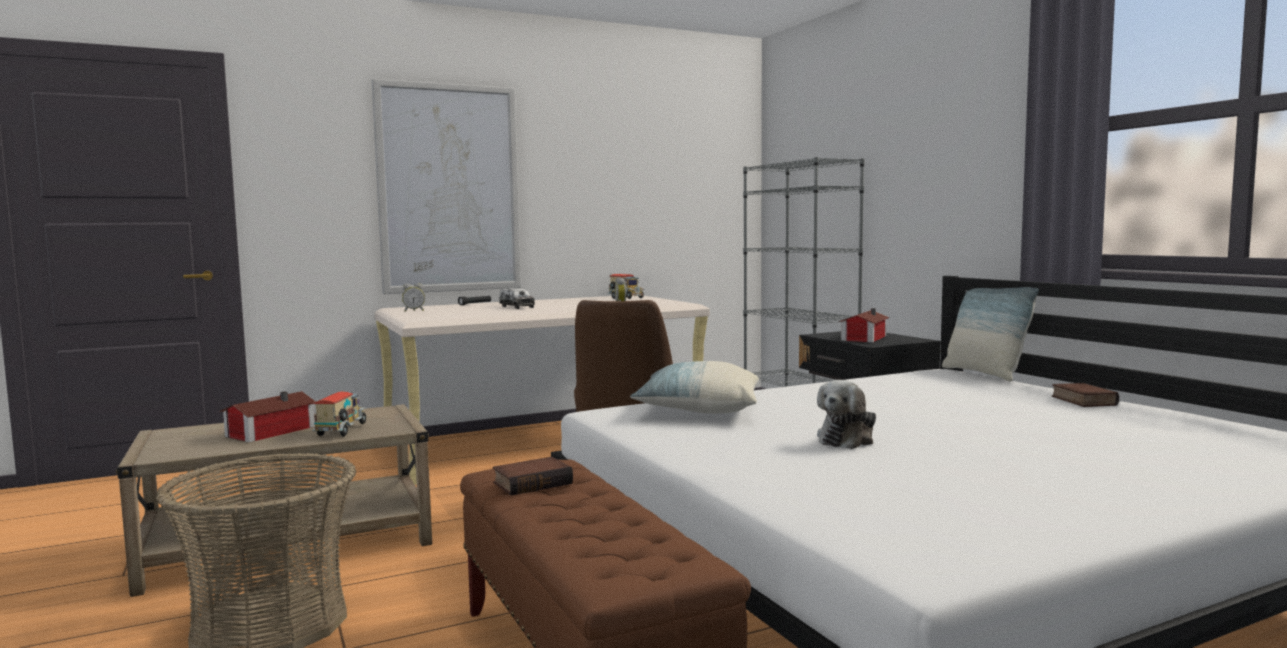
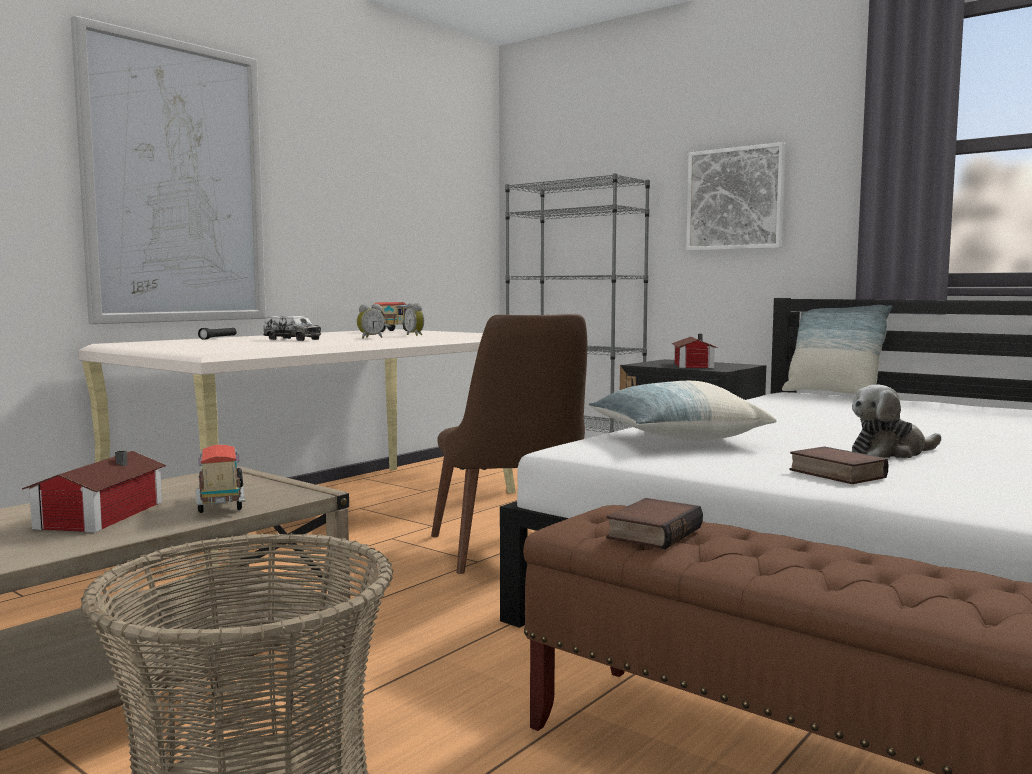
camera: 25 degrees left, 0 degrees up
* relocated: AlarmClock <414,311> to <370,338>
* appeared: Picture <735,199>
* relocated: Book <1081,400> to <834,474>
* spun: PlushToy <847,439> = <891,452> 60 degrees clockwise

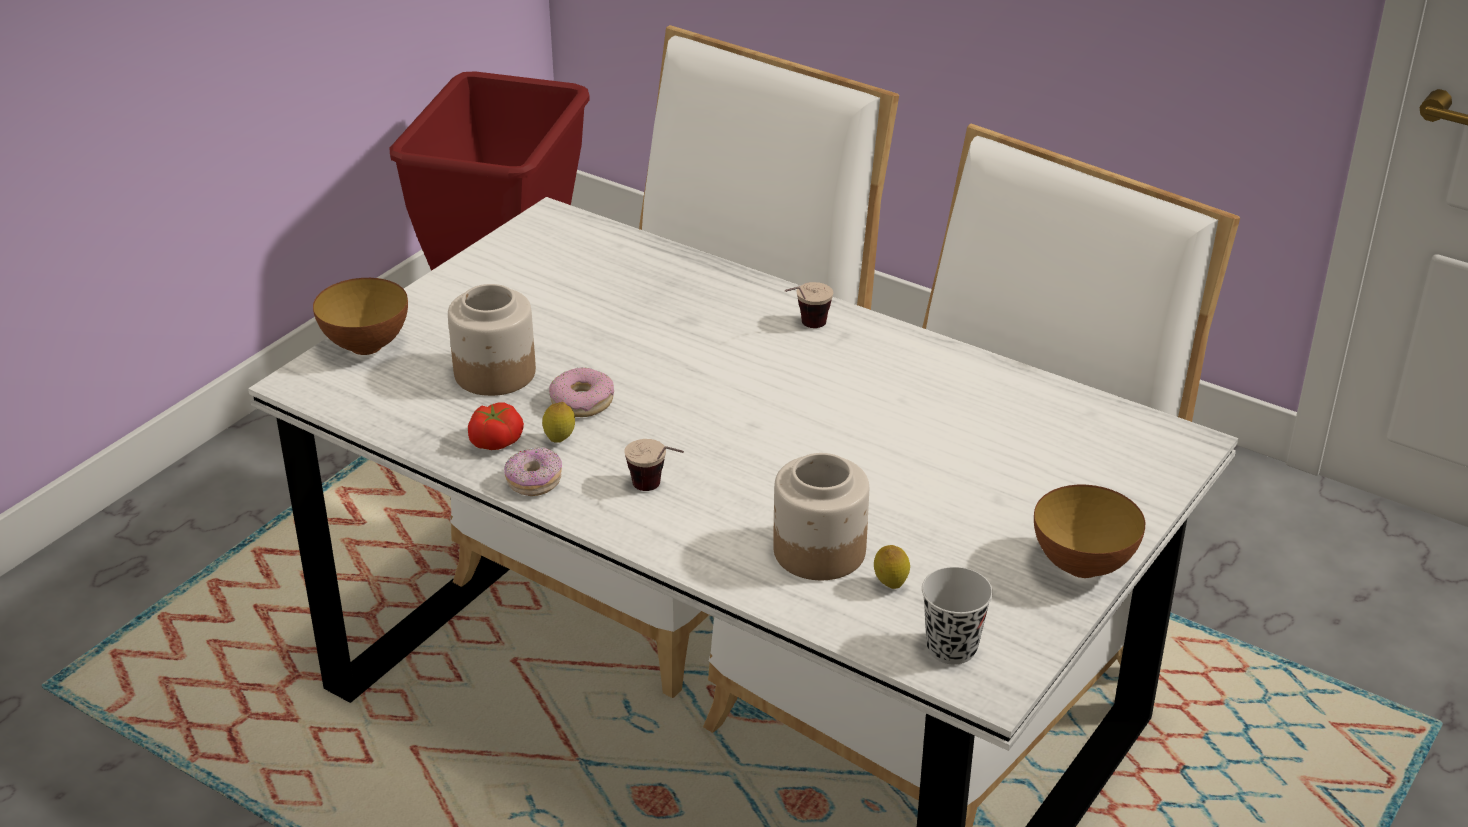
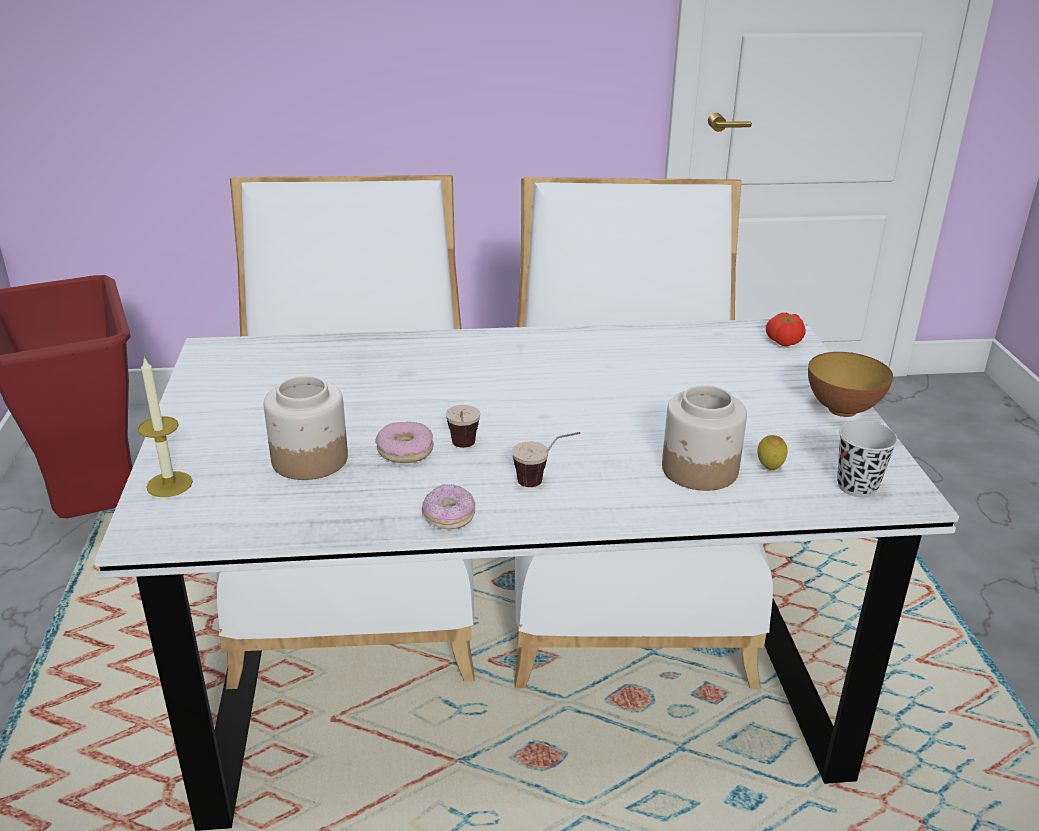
camera: 40 degrees left, 5 degrees down
* exchanged: Bowl <366,346> to Candle <169,484>
* relocated: Cup <804,329> to <463,450>
* relocated: Tomato <495,441> to <783,341>
* missing: Lemon <560,440>

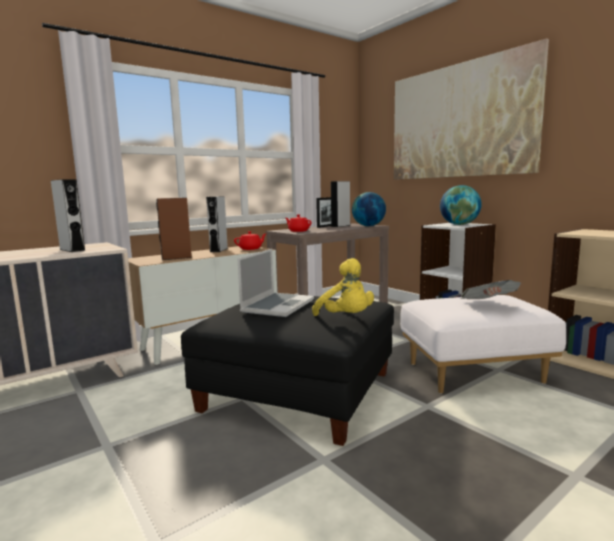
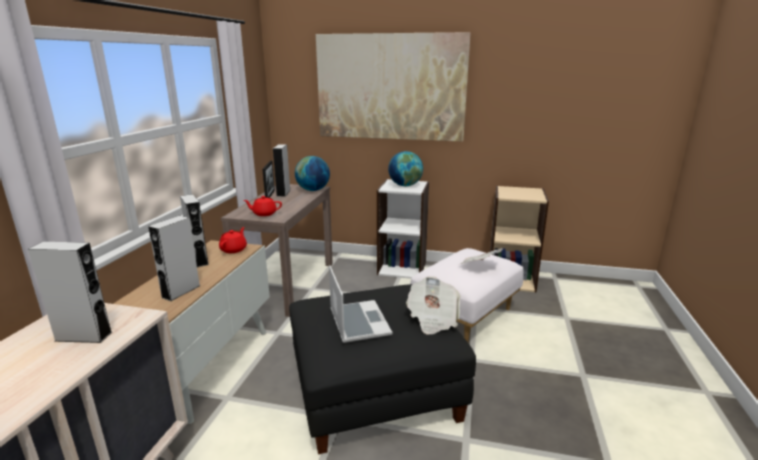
camera: 40 degrees left, 10 degrees up
* colour: BrownSpeaker <176,258> to GreySpeaker <181,291>
* exchanged: YellowPlushToy <346,318> to Newspaper <432,318>

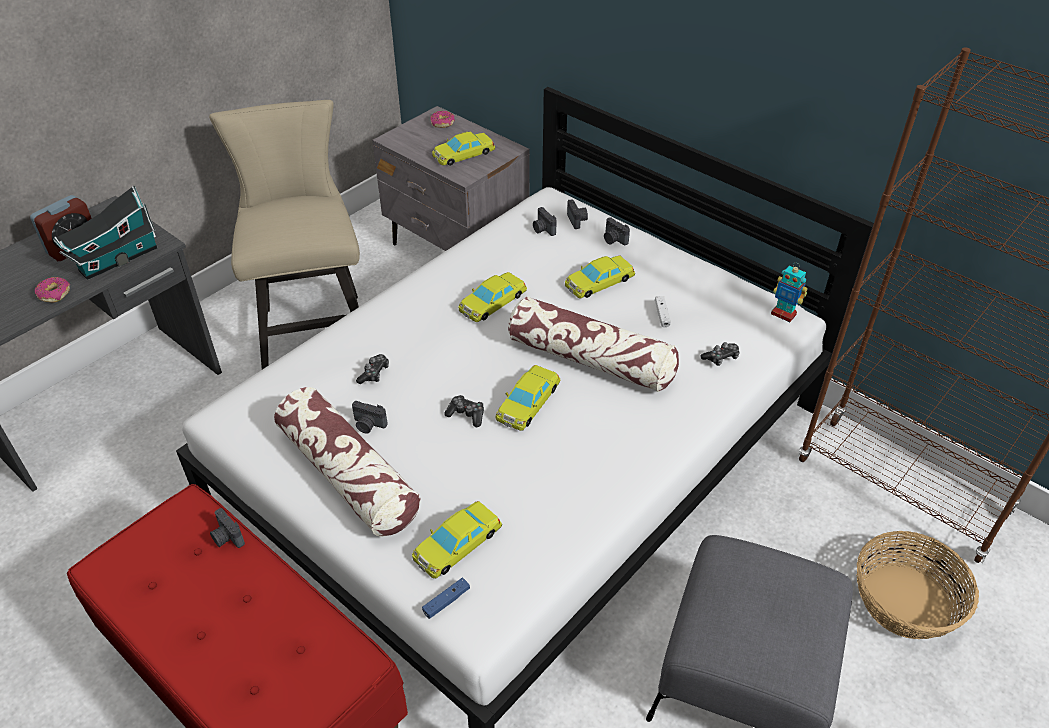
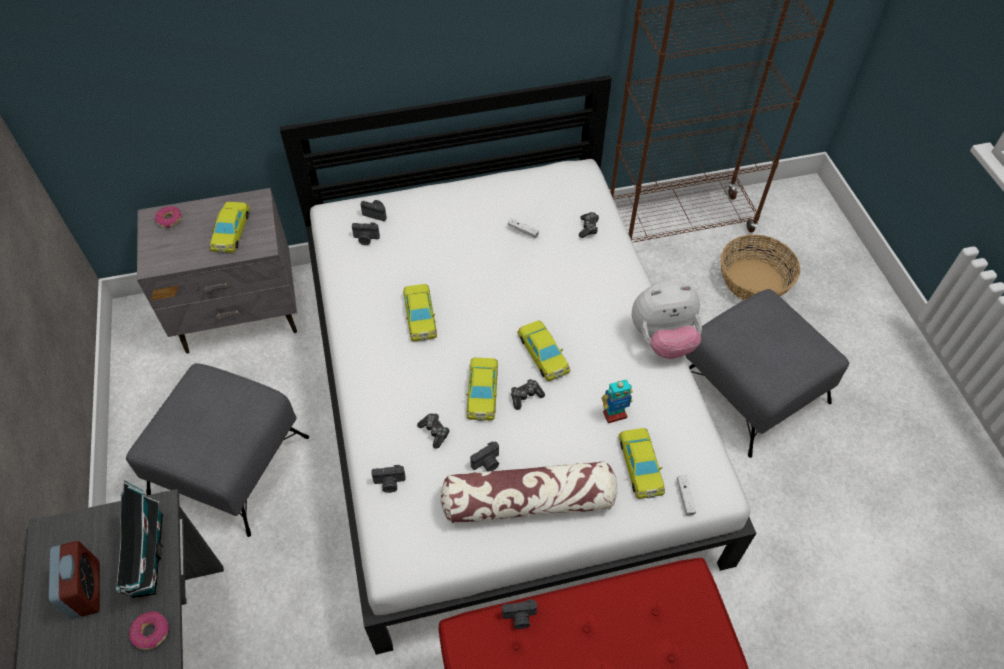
camera: 55 degrees left, 10 degrees up
* exchanged: BeigeChair <313,324> to GreyOttoman <230,464>
* relocated: PhotoCamera <613,240> to <389,483>
* relocated: YellowToyCar <599,281> to <482,391>
* relocated: ToyRobot <783,314> to <614,414>
* appeared: PlushToy <662,339>
* colour: BlueGameController <446,601> to WhiteGameController <685,497>
* missing: Pillow <591,360>

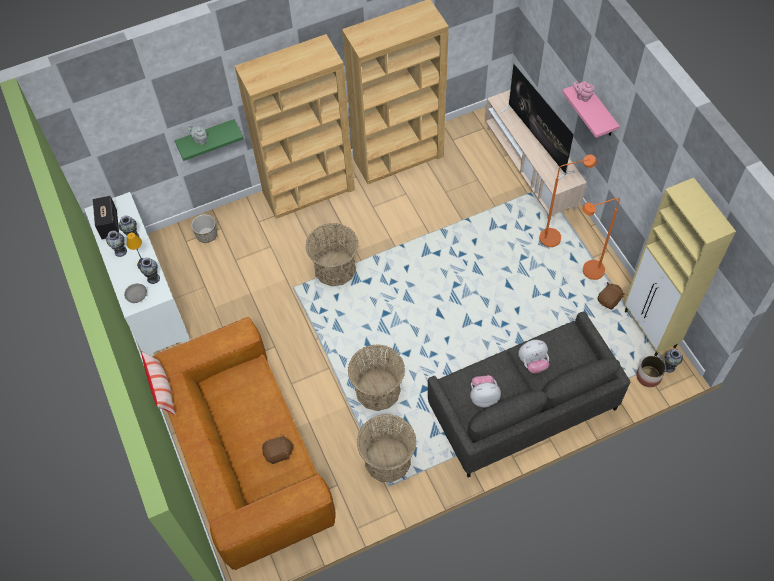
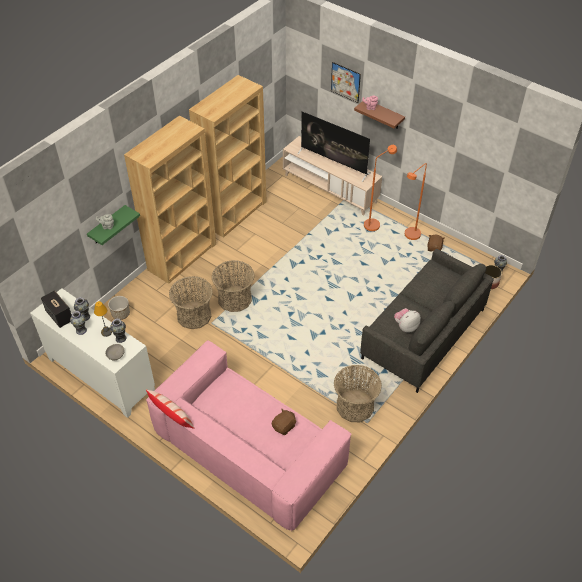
camera: 30 degrees left, 10 degrees down
* colour: BrownSofa <246,454> to PinkSofa <249,448>
* relocated: Basket <378,390> to <194,315>
* appeared: Picture <345,82>
* colour: PinkShelf <600,111> to BrownShelf <384,114>
* missing: PlushToy <533,362>
* missing: BeigeCabinet <650,330>

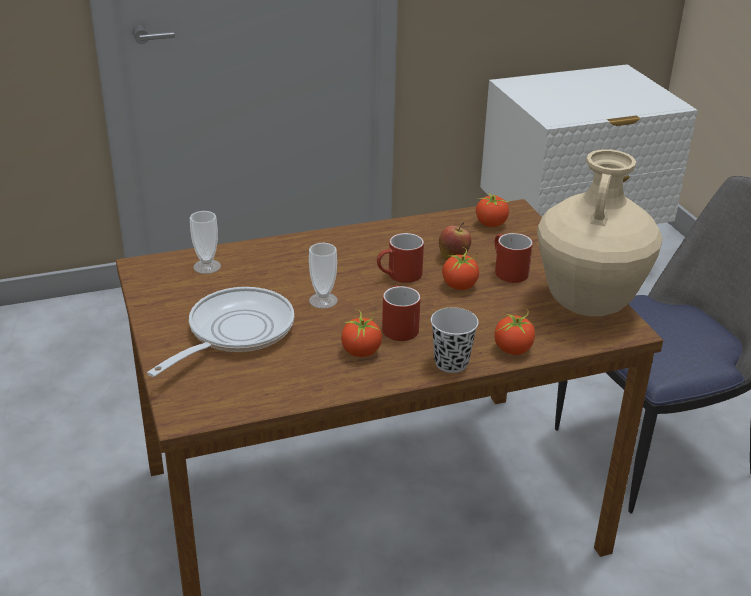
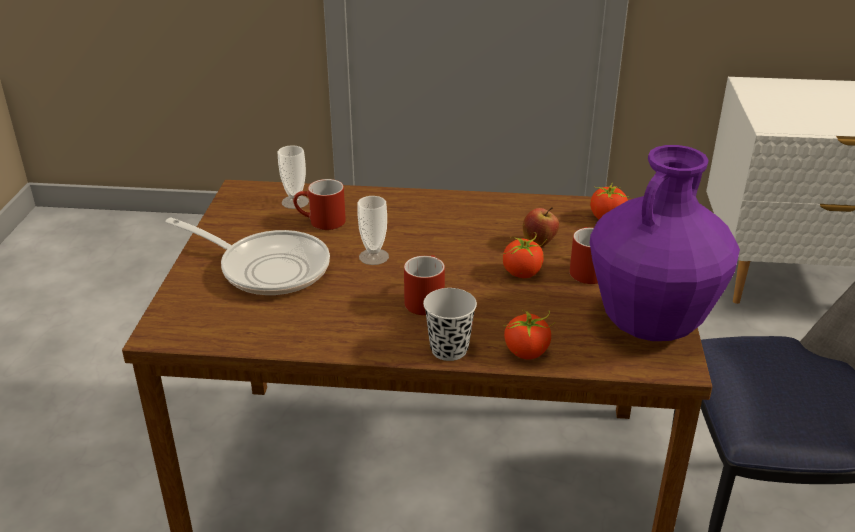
camera: 25 degrees right, 0 degrees up
* spun: FryingPan <234,333> = <267,268> 60 degrees clockwise
* relocated: RedMug <399,276> to <320,222>
* colour: BeigeVase <588,305> to PurpleVase <649,326>
* missing: Tomato <361,351>

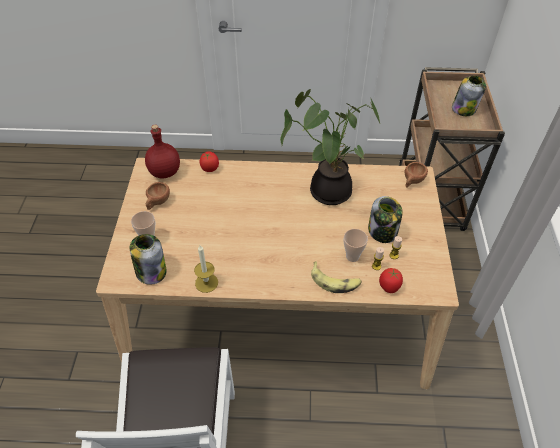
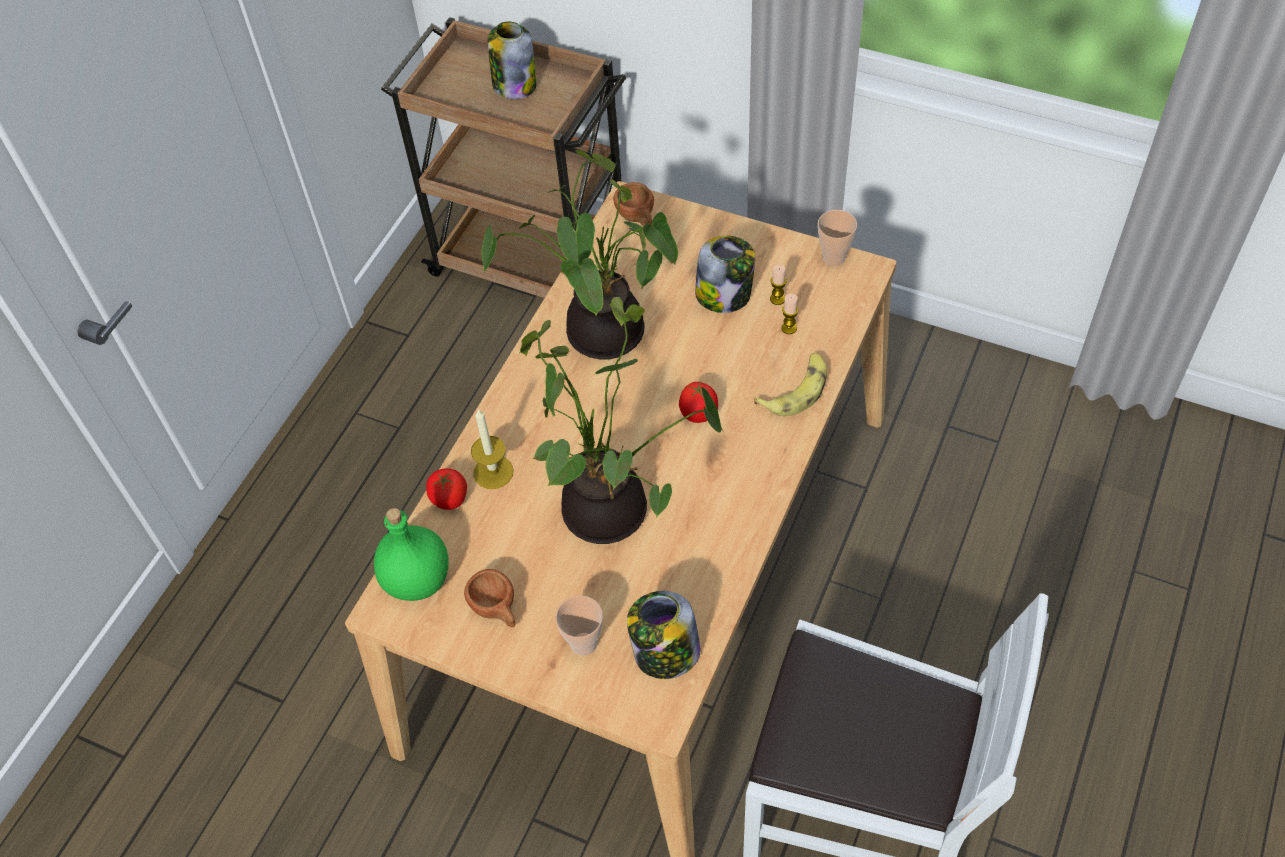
camera: 65 degrees left, 5 degrees up
* colour: RedBottle <164,172> to GreenBottle <416,581>
* relocated: Candle <206,283> to <493,472>
* appeared: PottedPlant <612,509>
* relocated: Tomato <389,287> to <699,413>
* relocated: Cup <352,256> to <834,258>

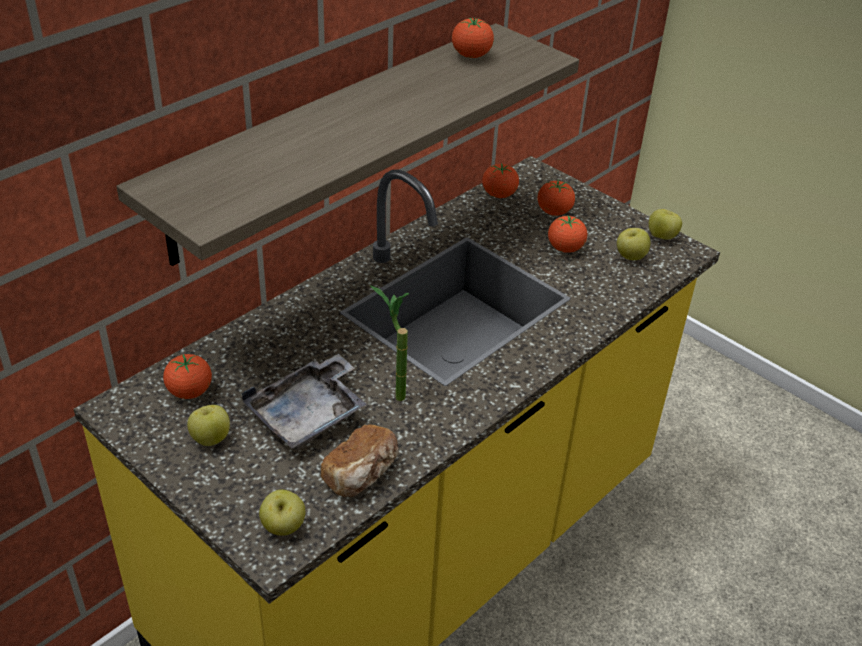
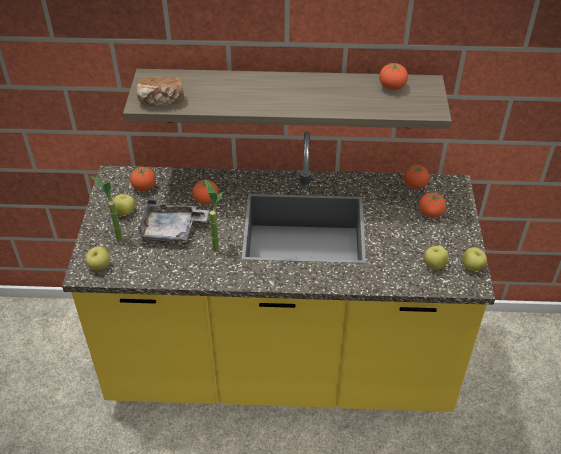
camera: 50 degrees right, 5 degrees up
* appeared: PottedPlant <115,237>
* relocated: Bread <362,475> to <161,101>
* relocated: Tomato <565,248> to <206,200>

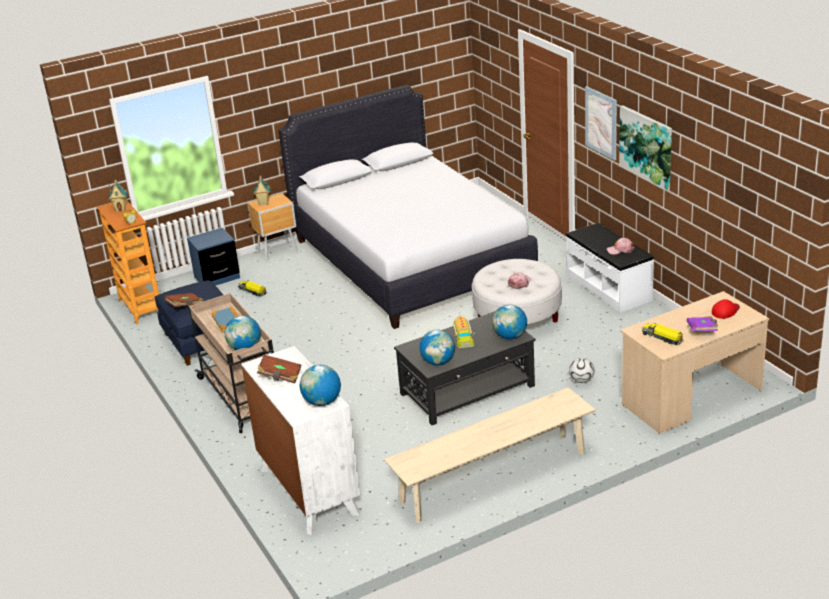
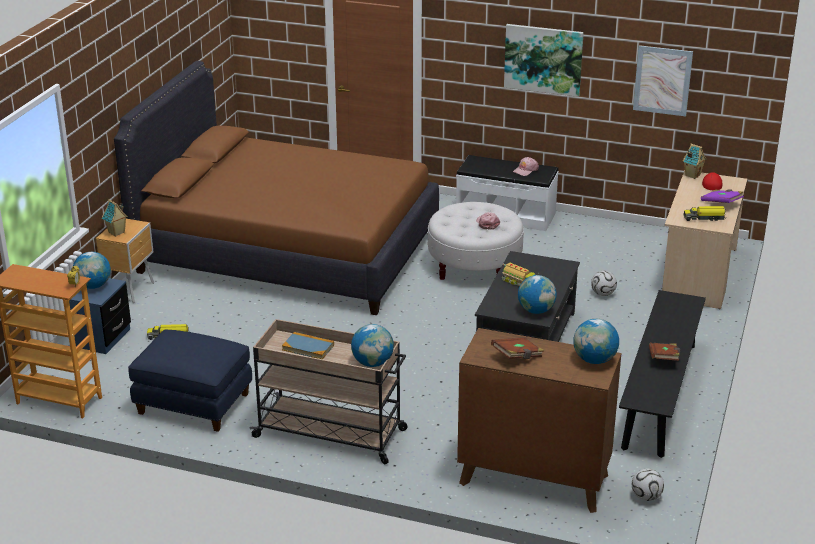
camera: 45 degrees left, 0 degrees up
* relocated: Globe <510,336> to <93,286>
* colour: WhiteBed <410,259> to BrownBed <288,250>
* colour: WhiteDresser <309,491> to BrownDresser <533,479>
* colour: BeigeBench <493,477> to BlackBench <659,395>
* appeared: Football <646,497>
* relocated: Picture <601,123> to <662,80>
* relocated: BrownBook <185,306> to <664,359>
* relocated: ToyHouse <121,209> to <692,175>

